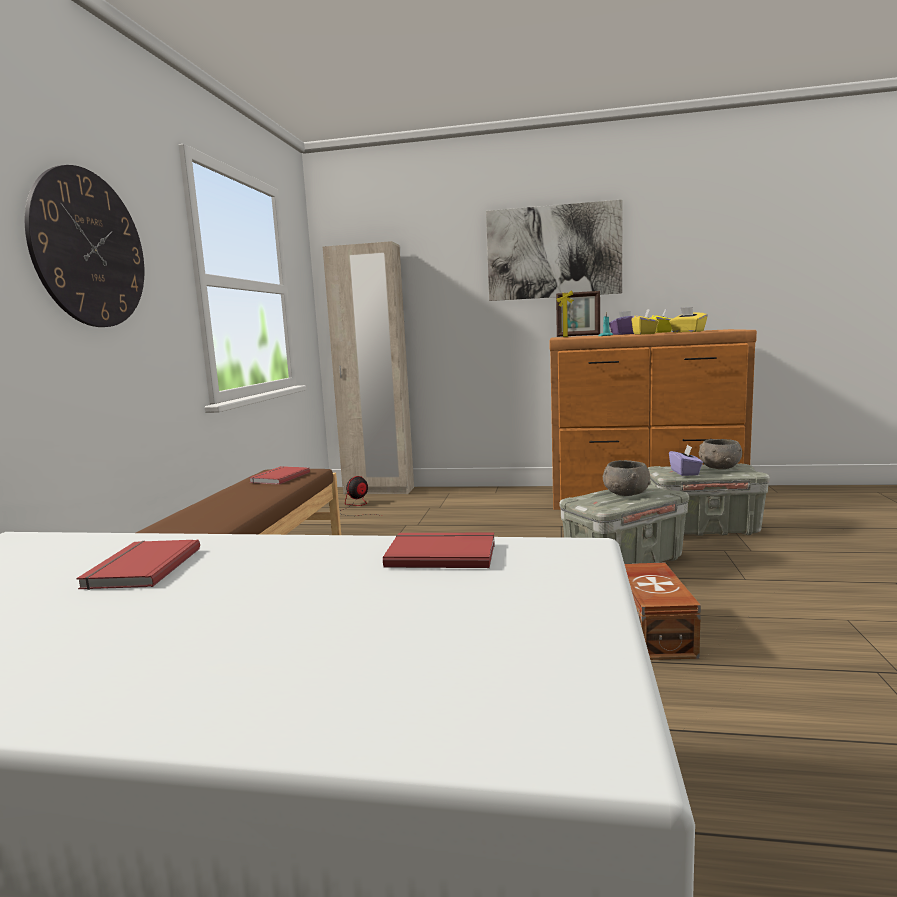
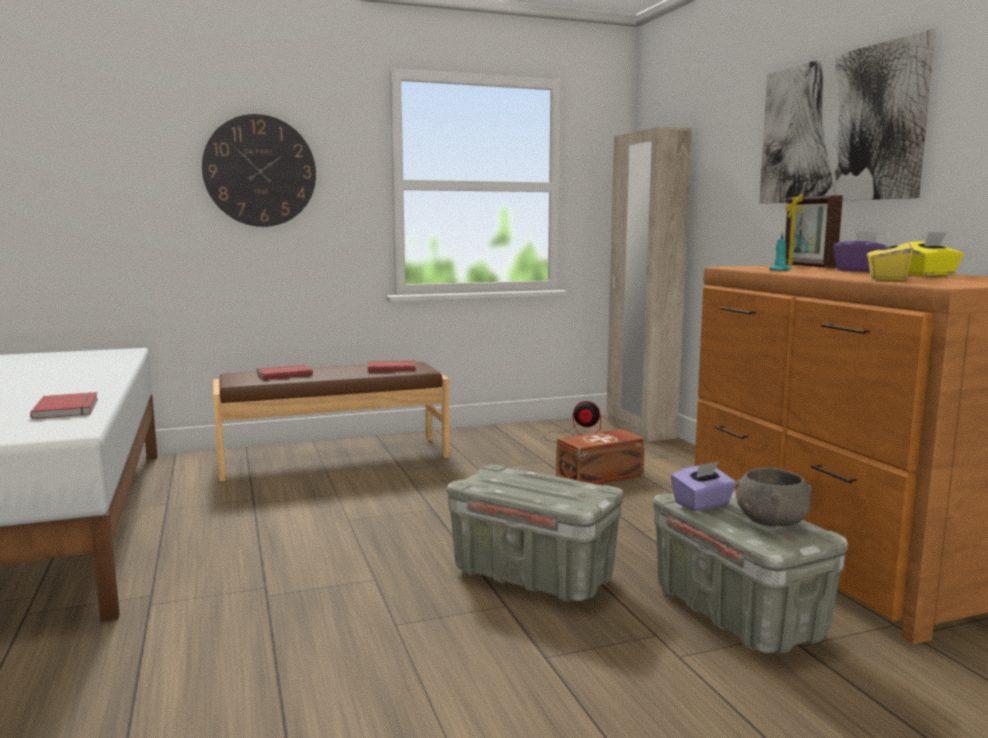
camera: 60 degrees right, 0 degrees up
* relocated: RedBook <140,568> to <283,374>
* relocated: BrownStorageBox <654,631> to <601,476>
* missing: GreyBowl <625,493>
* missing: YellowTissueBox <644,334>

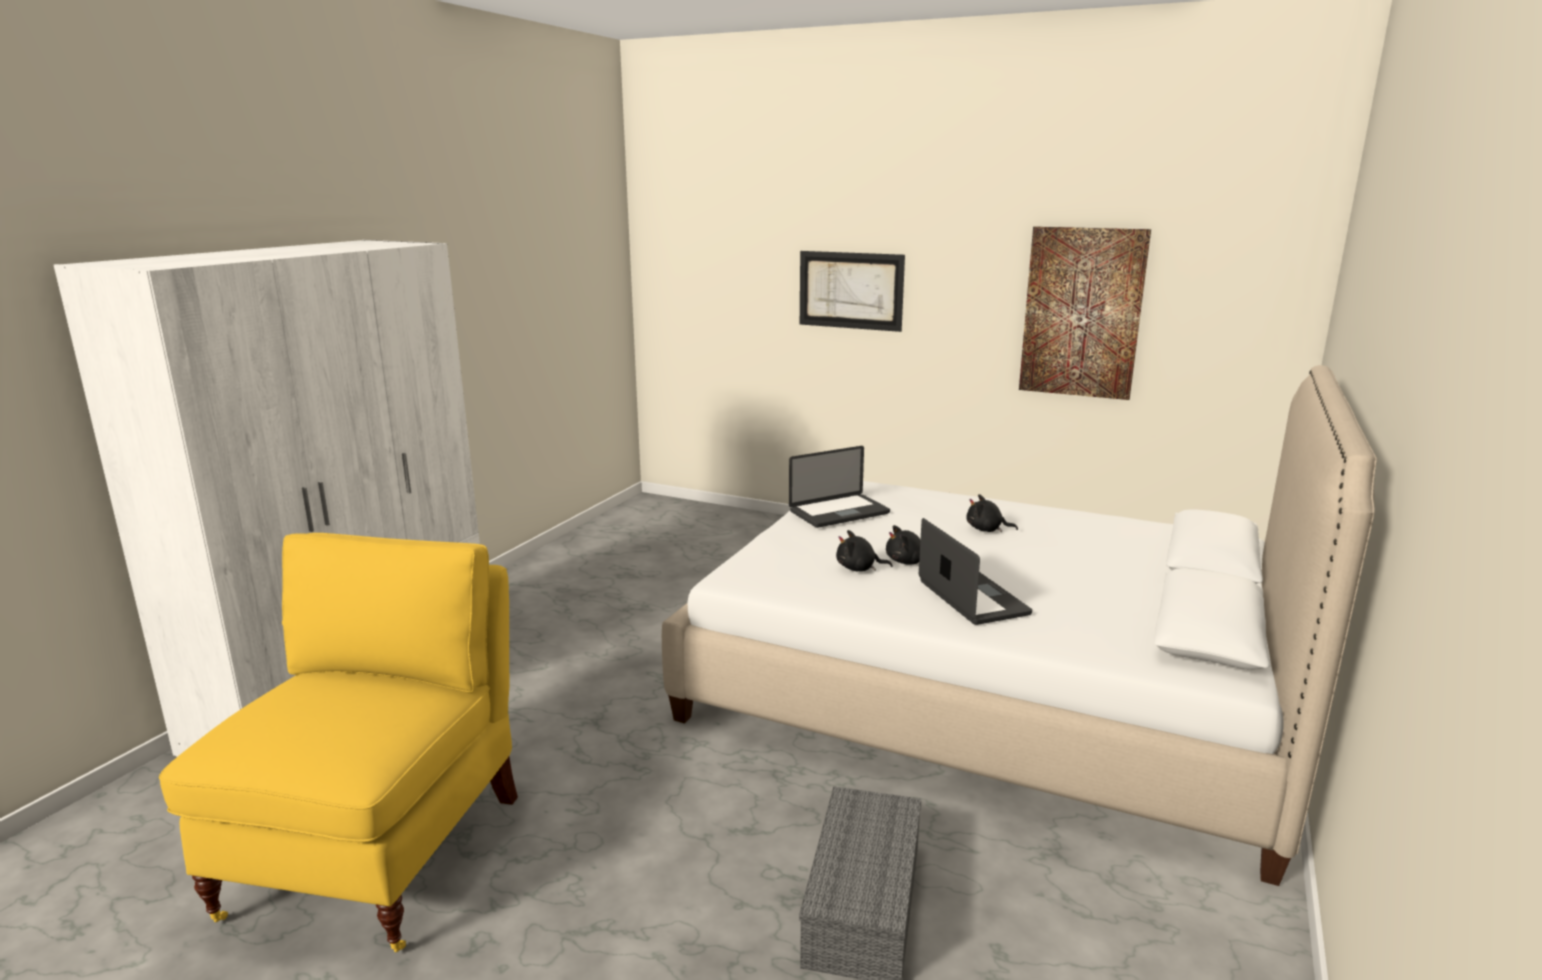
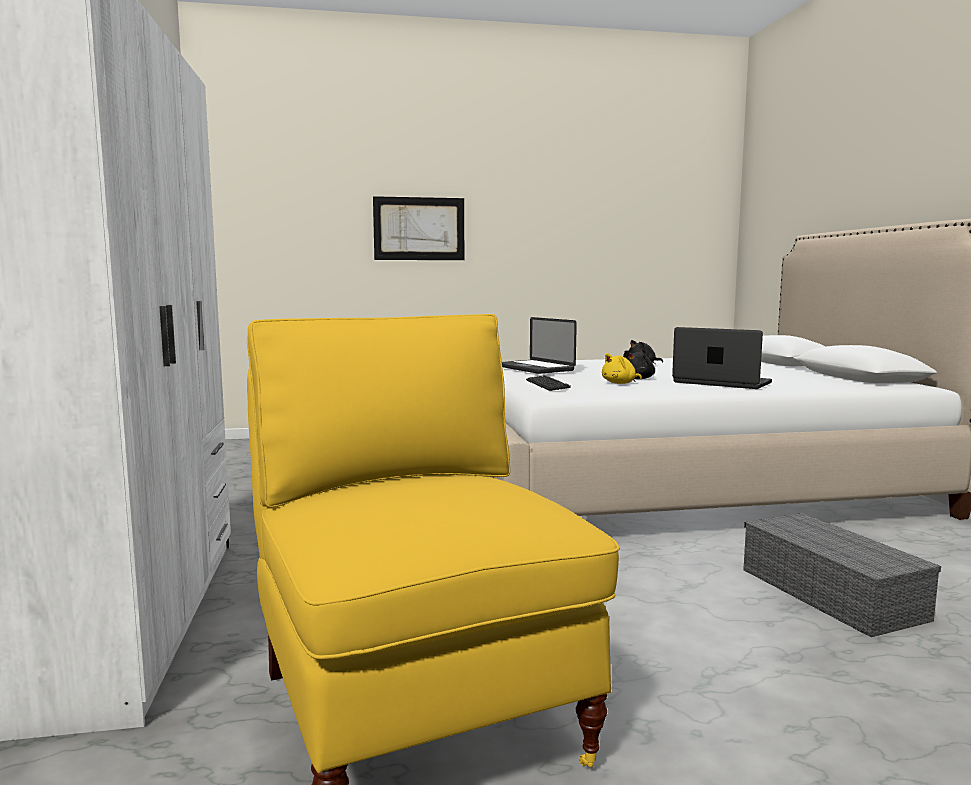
camera: 35 degrees left, 10 degrees down
* spun: Laptop <839,512> = <534,368> 120 degrees clockwise
* appeared: Keyboard <547,385>
* colour: BlackPlushToy <859,568> to YellowPlushToy <620,383>
* missing: Picture <1082,313>

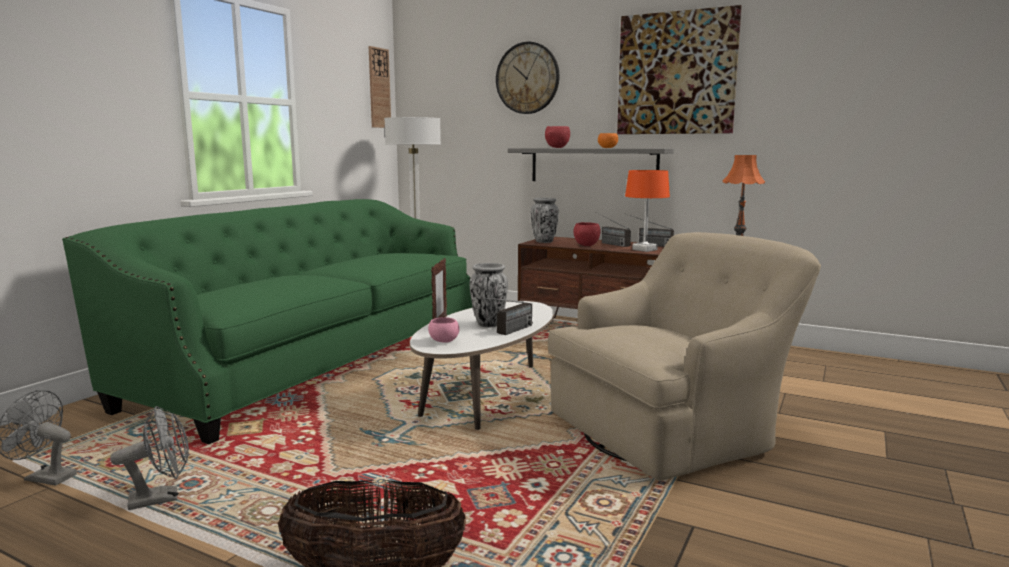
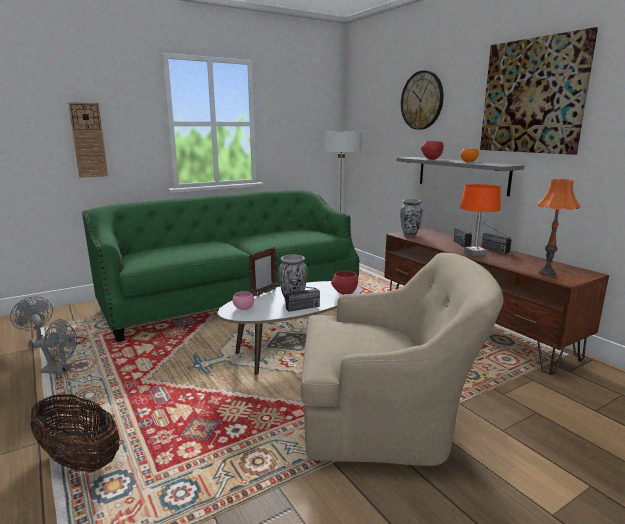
camera: 30 degrees right, 5 degrees up
* relocated: WallClock <379,88> to <88,140>
* relocated: RedBowl <586,246> to <344,294>

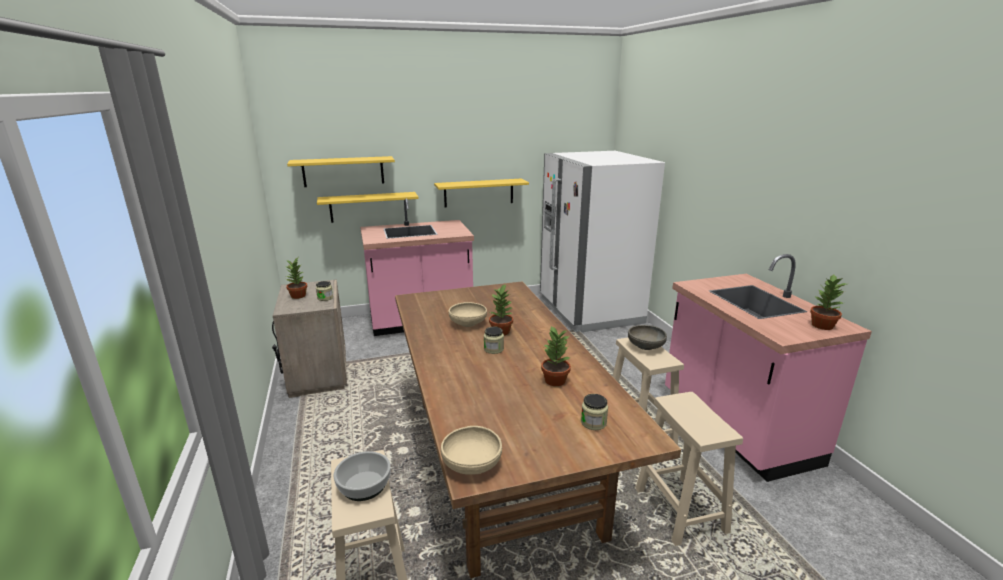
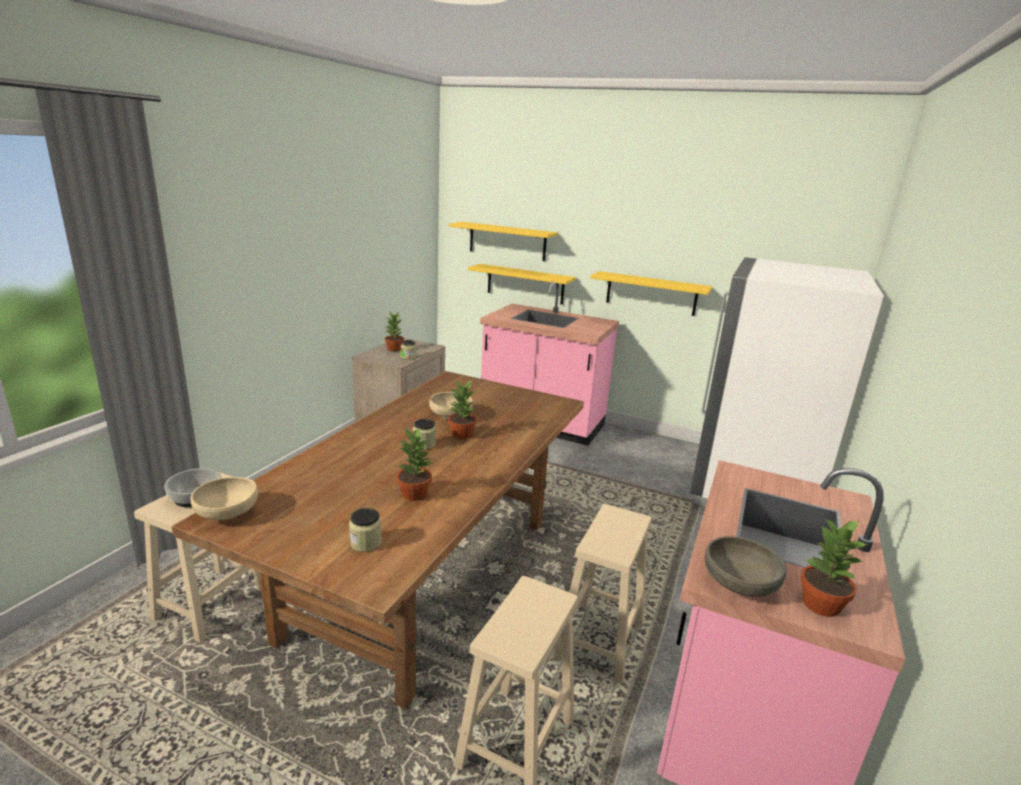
camera: 40 degrees right, 0 degrees up
* relocated: GreyBowl <646,346> to <739,584>

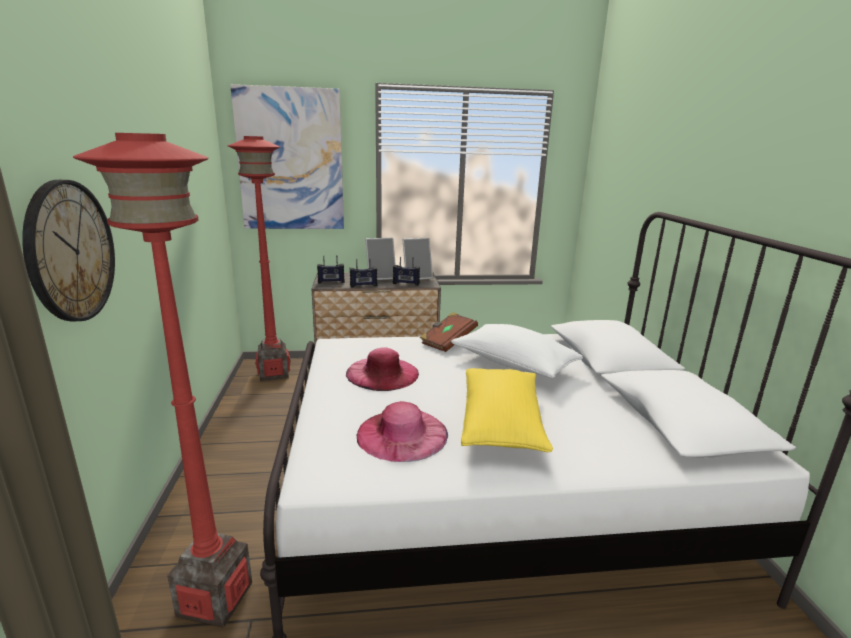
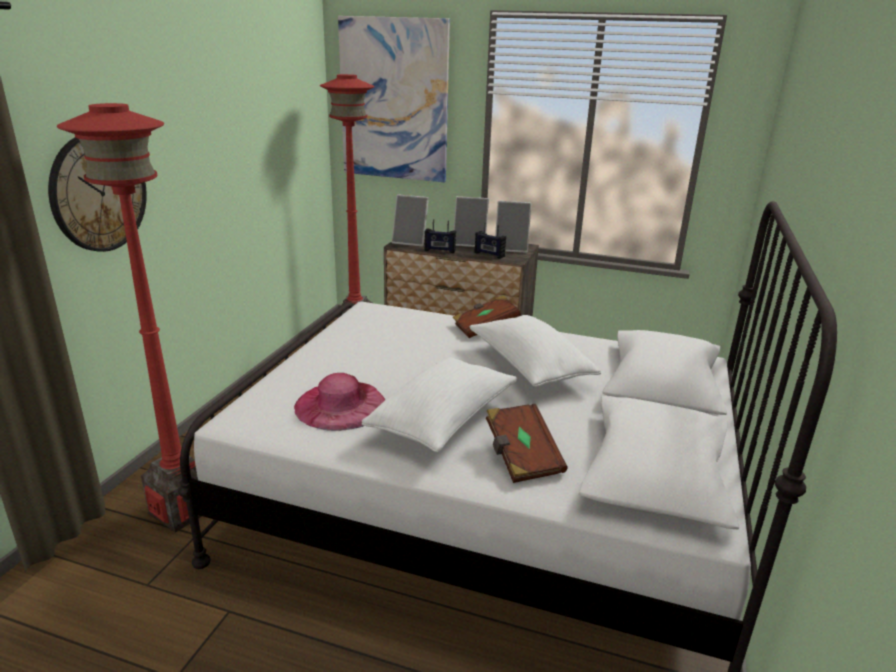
camera: 25 degrees right, 5 degrees up
* colour: YellowPillow <501,424> to WhitePillow <443,420>
* exchanged: Radio <331,282> to PictureFrame <411,242>
* appeared: BrownBook <521,457>
* missing: PinkHat <382,373>

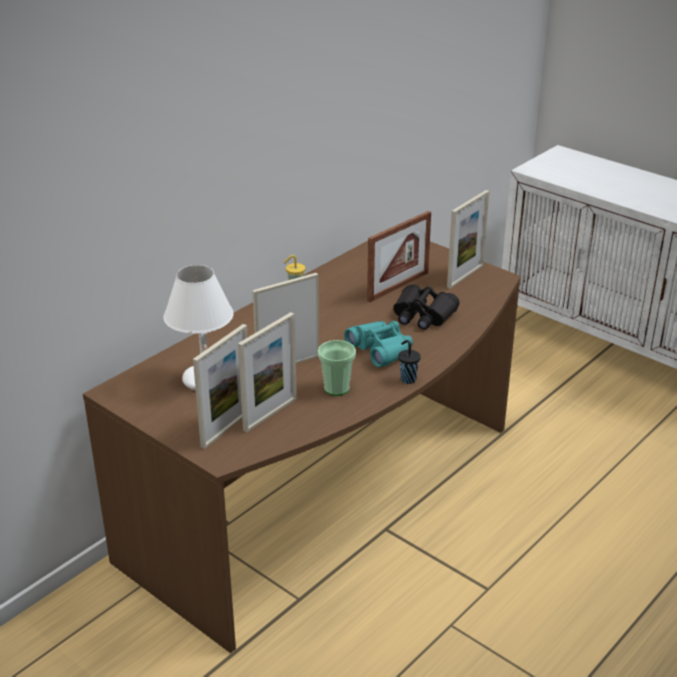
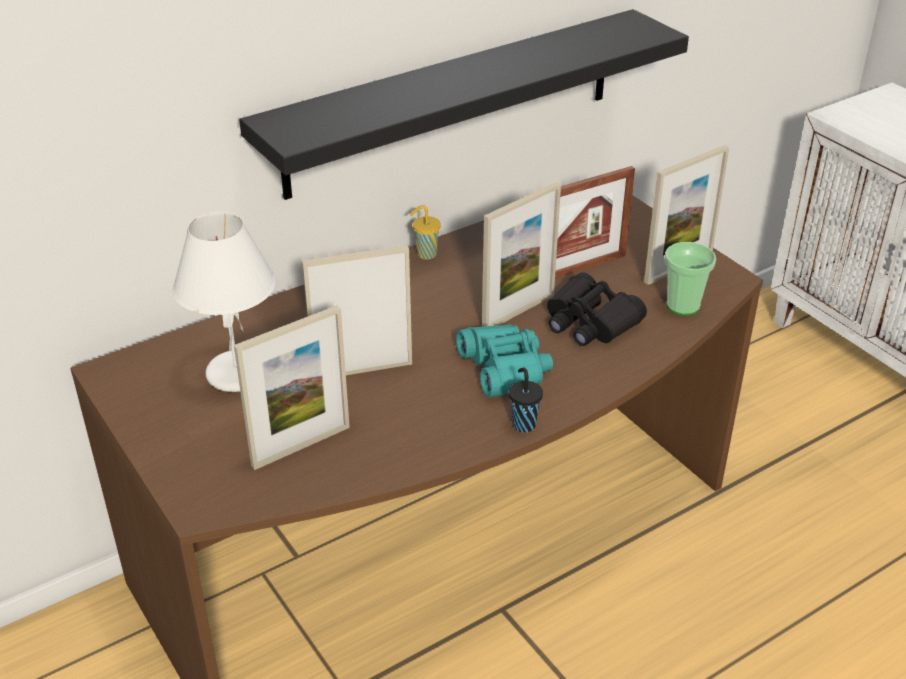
camera: 15 degrees right, 5 degrees up
* appeared: BlackShelf <453,102>
* relocated: PictureFrame <226,428> to <518,312>
* relocated: Cup <336,388> to <683,305>

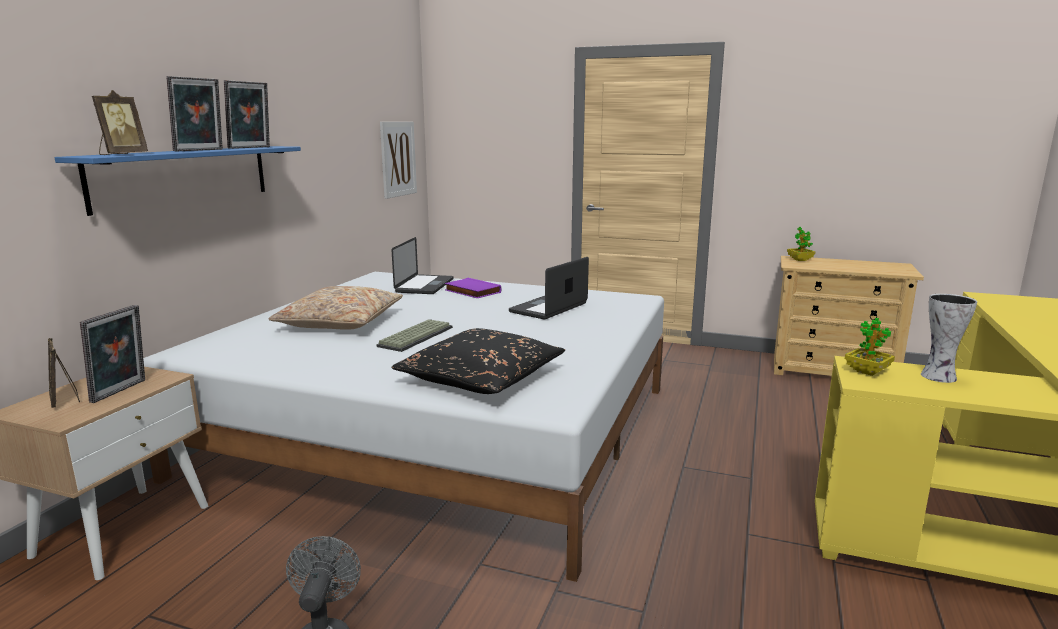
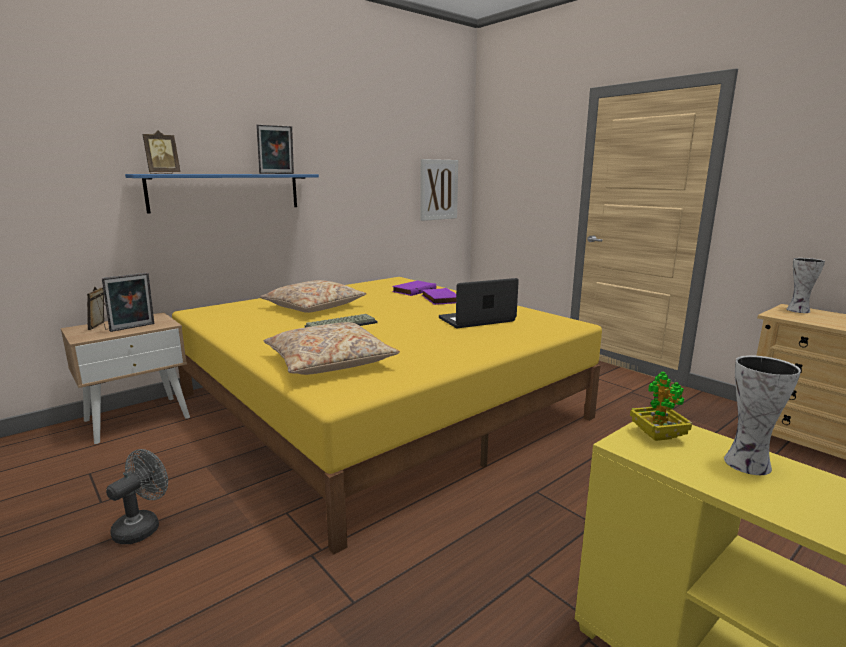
camera: 30 degrees right, 0 degrees up
* colour: WhiteBed <445,429> to YellowBed <380,406>
* colour: BlackPillow <481,377> to BeigePillow <329,362>
* exchanged: Laptop <424,285> to PurpleBook <413,290>
* exchanged: PottedPlant <800,260> to Vase <797,310>
* missing: PictureFrame <200,150>

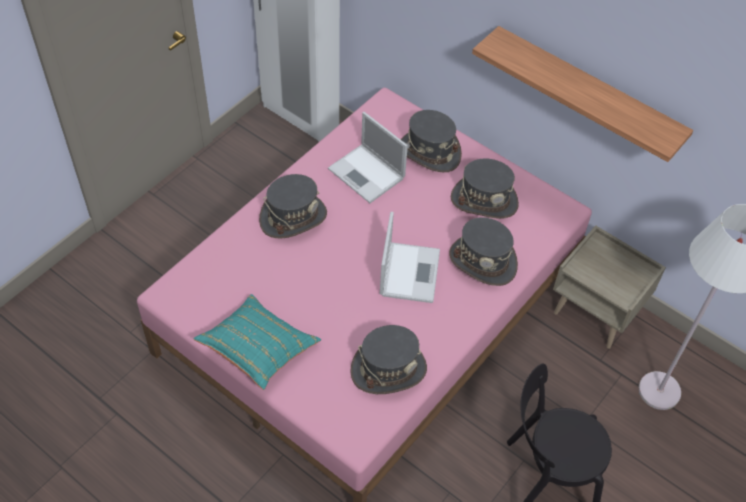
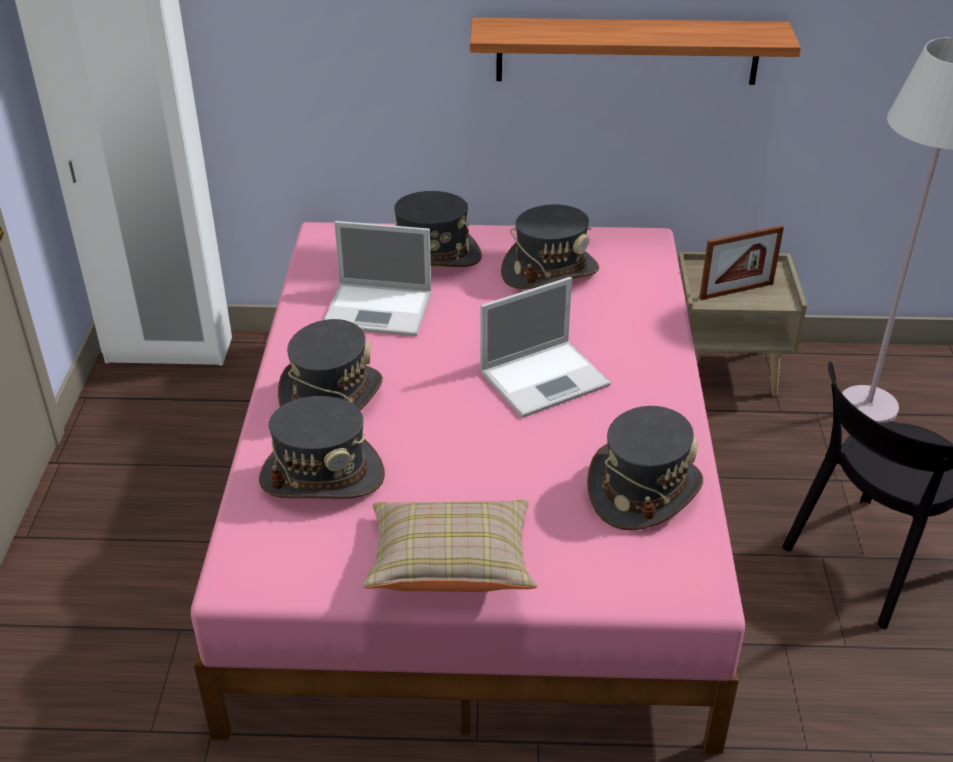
camera: 35 degrees left, 15 degrees down
* relocated: GreyHat <483,261> to <322,476>
* colour: TurquoisePillow <258,350> to BeigePillow <451,567>
* spun: Laptop <409,271> = <546,378> 90 degrees clockwise
* appeared: PictureFrame <736,291>

